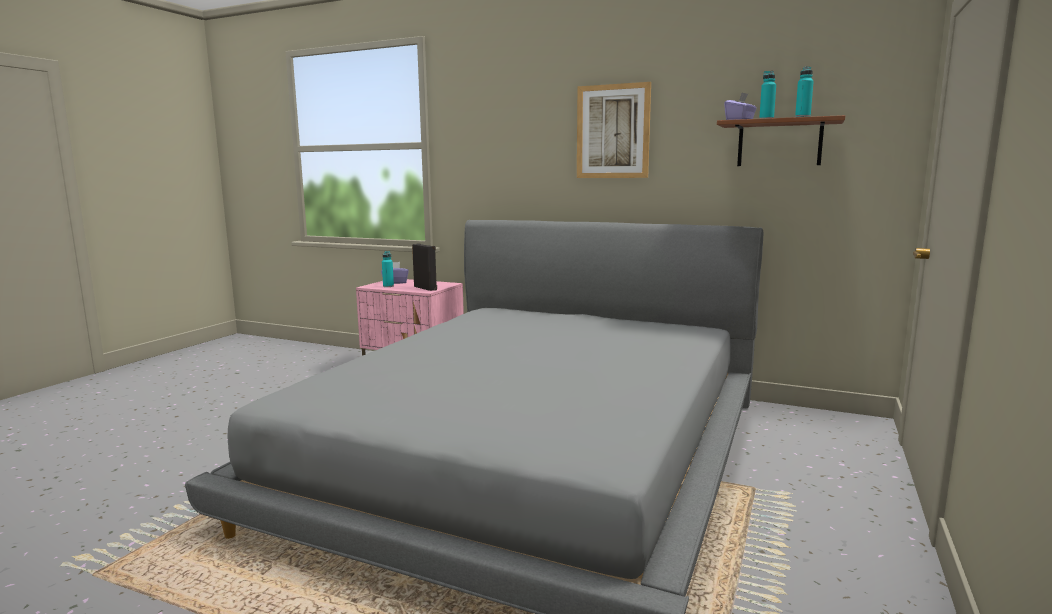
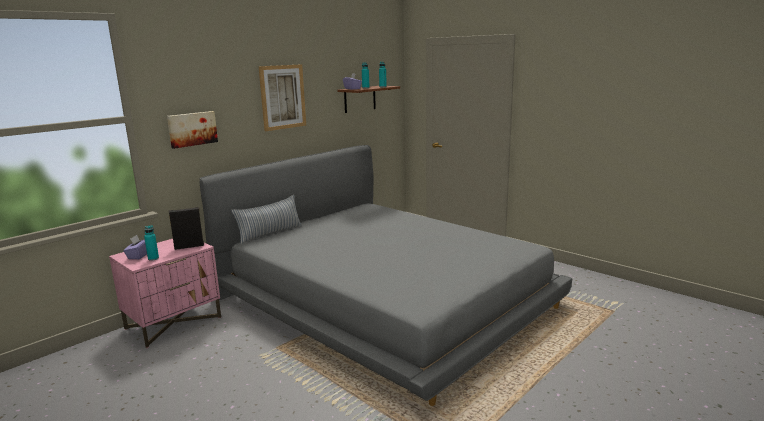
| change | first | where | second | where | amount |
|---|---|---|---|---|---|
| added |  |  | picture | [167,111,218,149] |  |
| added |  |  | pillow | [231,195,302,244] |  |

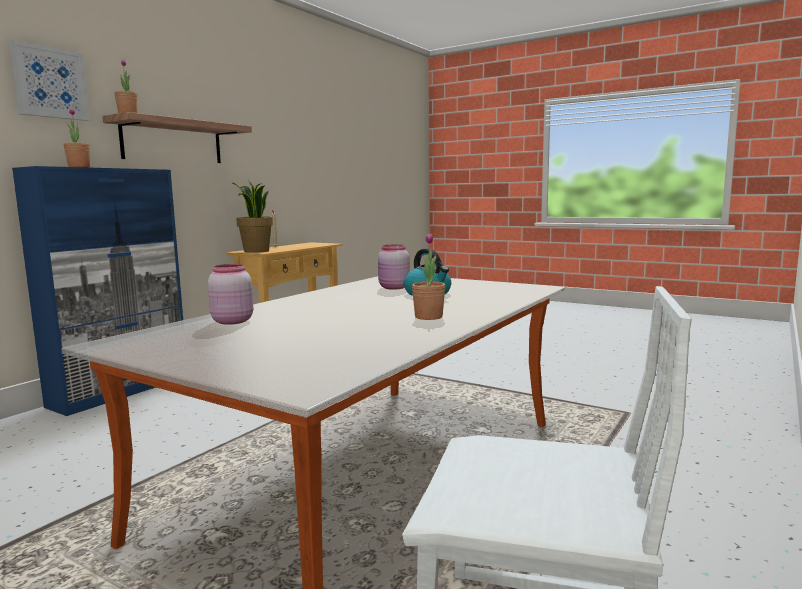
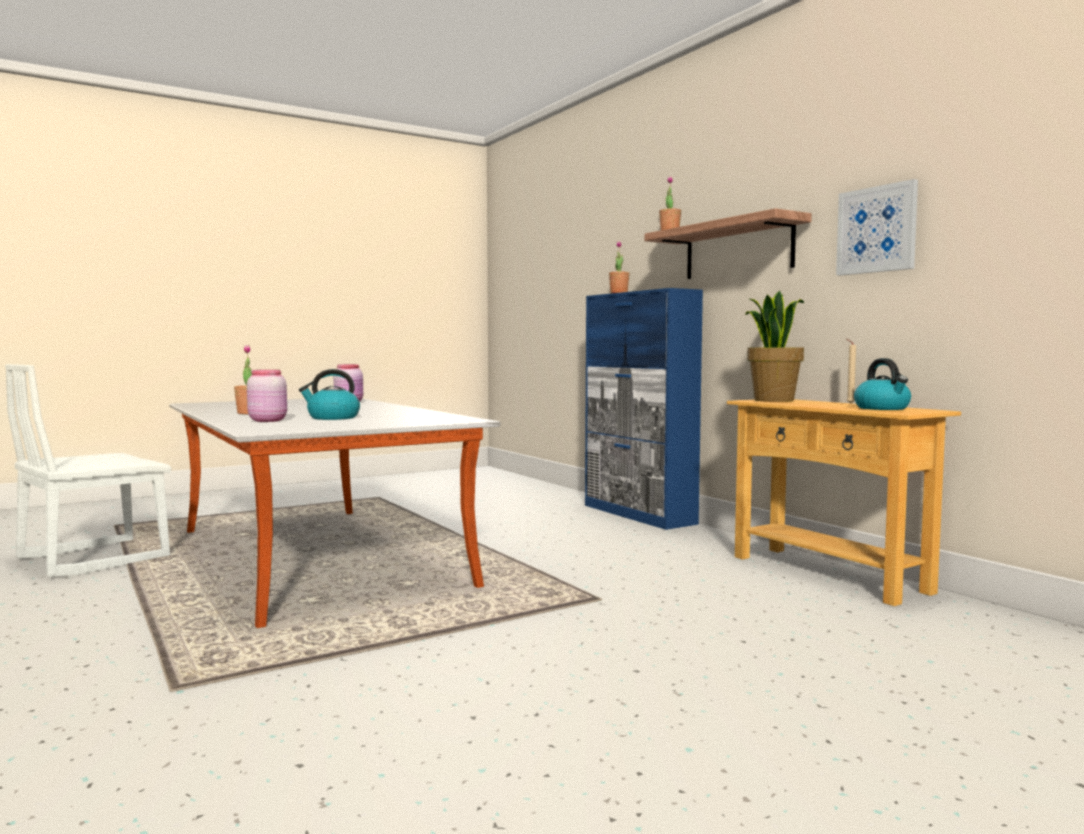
| change | first | where | second | where | amount |
|---|---|---|---|---|---|
| added |  |  | kettle | [854,358,911,410] |  |
| moved | picture | [9,40,90,121] |  | [836,179,918,276] |  |
| moved | jar/pink | [378,244,410,290] |  | [247,370,287,422] |  |

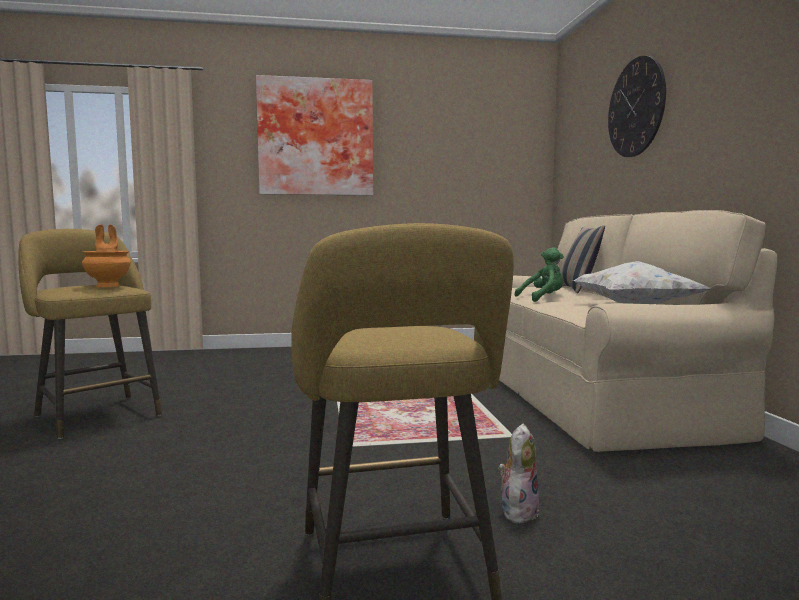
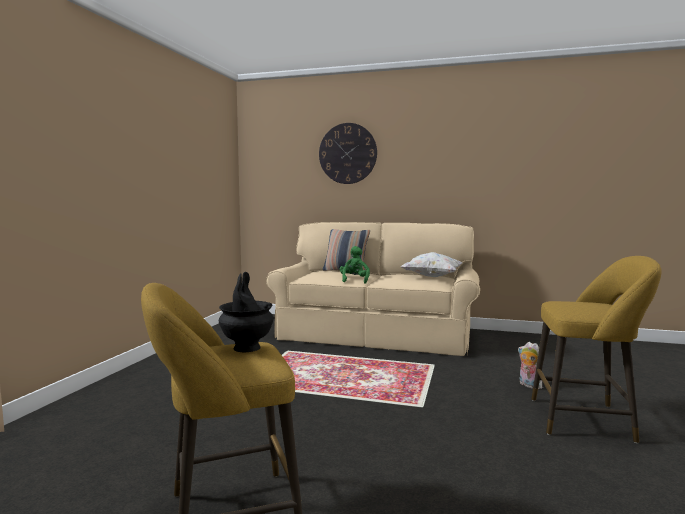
| change | first | where | second | where | amount |
|---|---|---|---|---|---|
| removed | picture | [256,75,373,195] |  |  |  |
| recoloured | vase/orange | [82,224,131,287] | vase/black | [219,272,274,352] |  |

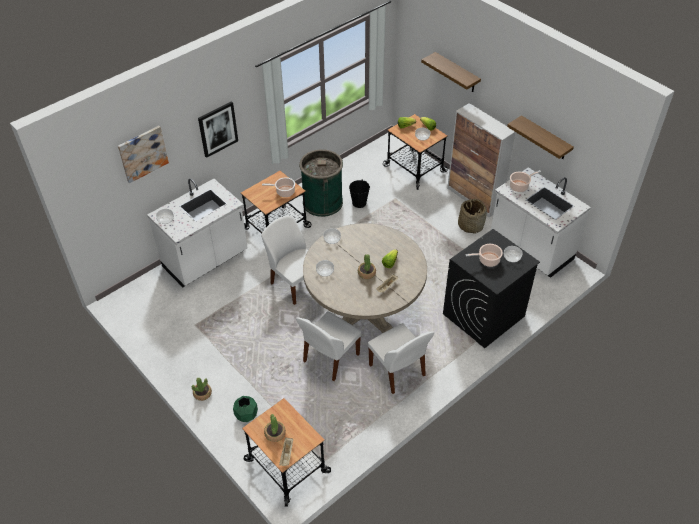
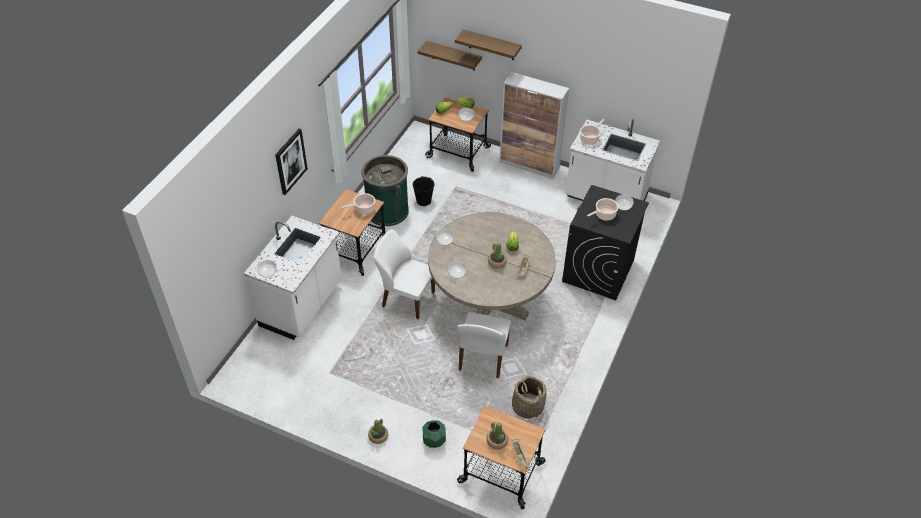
| change | first | where | second | where | amount |
|---|---|---|---|---|---|
| removed | picture | [118,126,169,183] |  |  |  |
| removed | chair/white | [368,323,434,394] |  |  |  |
| moved | basket | [458,199,487,234] |  | [512,376,547,419] |  |
| moved | shelf | [507,115,574,159] |  | [418,41,482,71] |  |

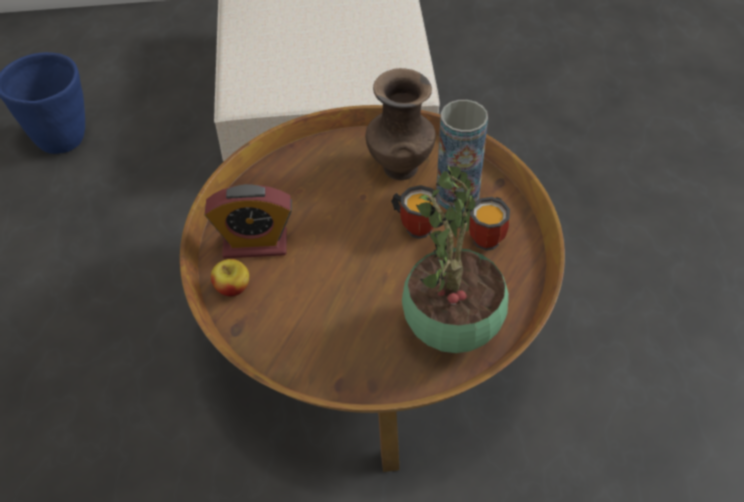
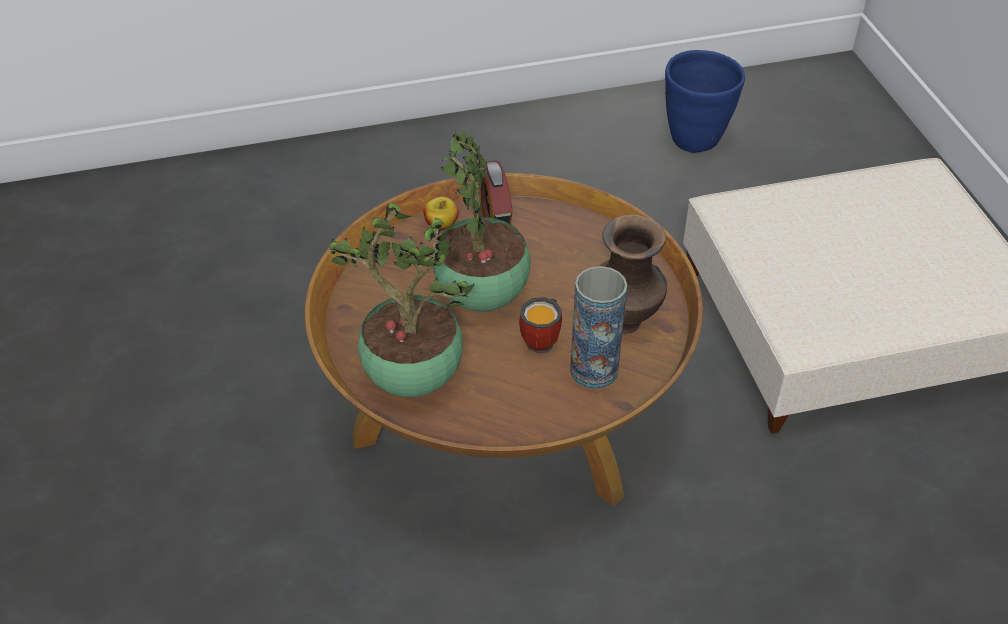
| change | first | where | second | where | amount |
|---|---|---|---|---|---|
| removed | mug | [469,197,510,251] |  |  |  |
| added |  |  | potted plant | [433,132,531,312] |  |

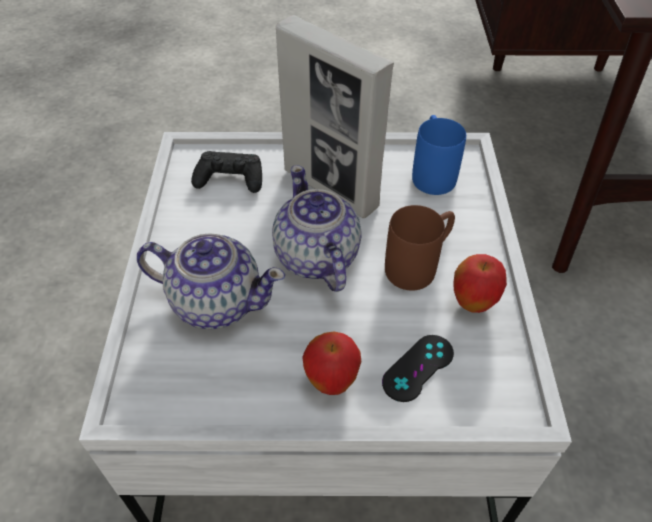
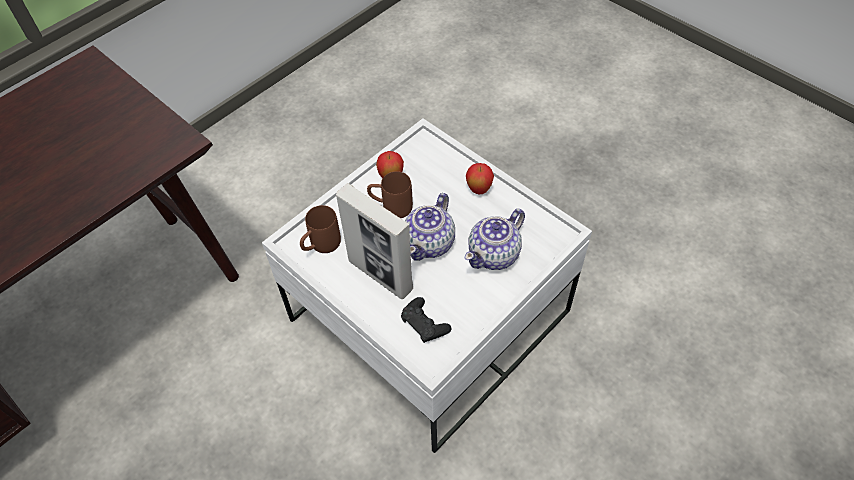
| change | first | where | second | where | amount |
|---|---|---|---|---|---|
| removed | game controller/black | [382,335,454,402] |  |  |  |
| recoloured | mug/blue | [412,115,466,195] | mug/brown | [300,205,341,253] |  |
| turned | teapot | [137,233,285,329] |  | [465,209,525,270] | 105 degrees counterclockwise |
| turned | picture frame | [276,15,394,218] |  | [336,183,413,299] | 135 degrees clockwise |

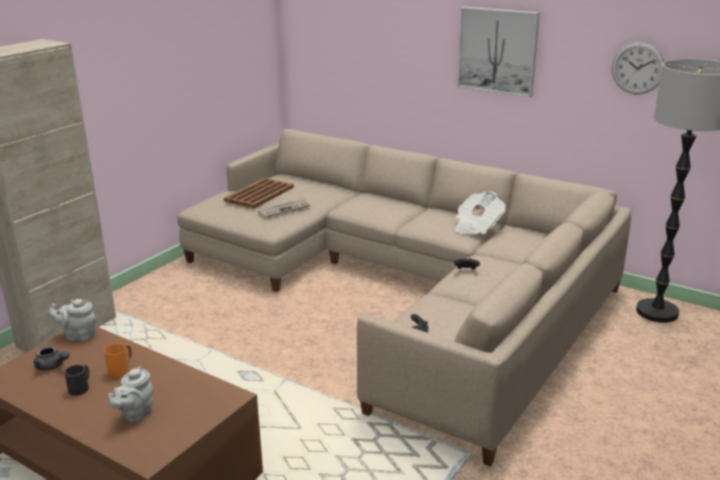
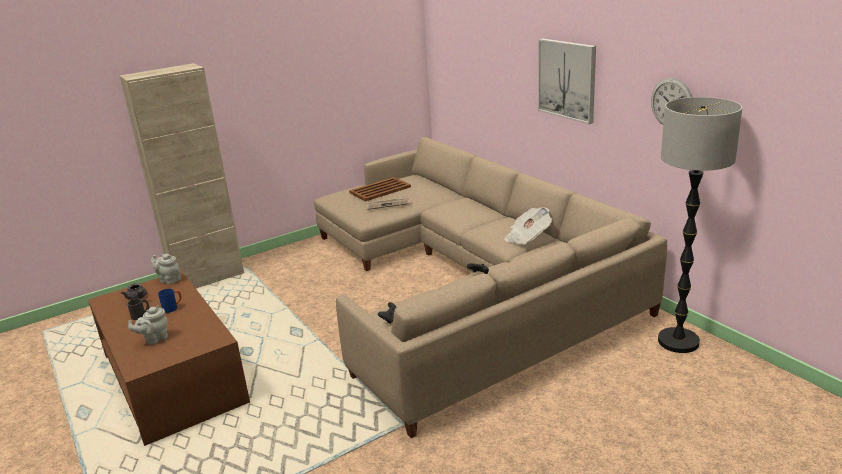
| change | first | where | second | where | amount |
|---|---|---|---|---|---|
| recoloured | mug/orange | [104,344,132,378] | mug/blue | [158,289,182,313] |  |

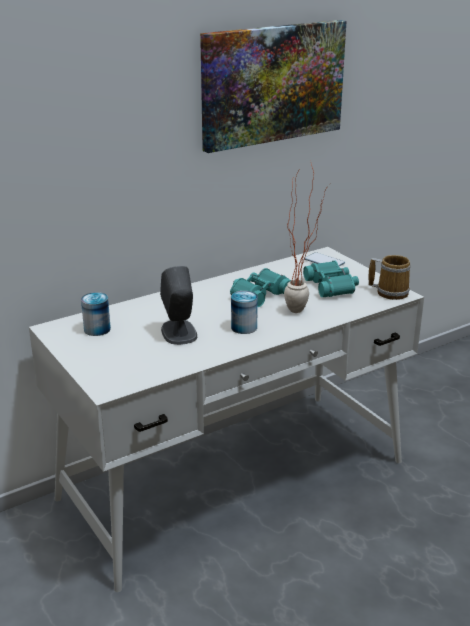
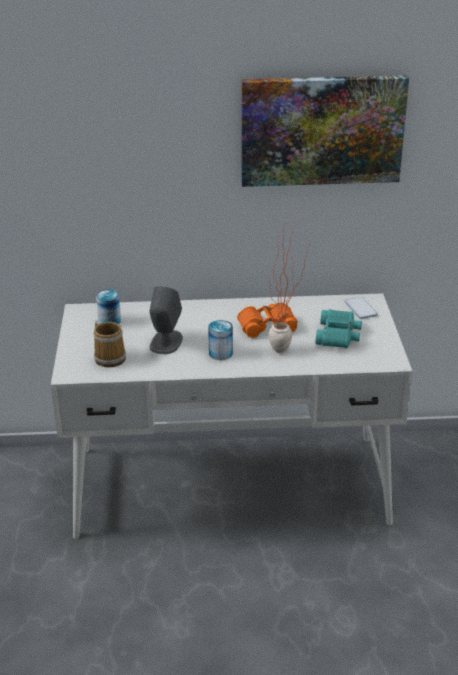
| change | first | where | second | where | amount |
|---|---|---|---|---|---|
| moved | mug | [368,255,411,300] |  | [94,320,126,368] |  |
| recoloured | binoculars/turquoise | [230,268,291,307] | binoculars/orange | [237,303,297,338] |  |

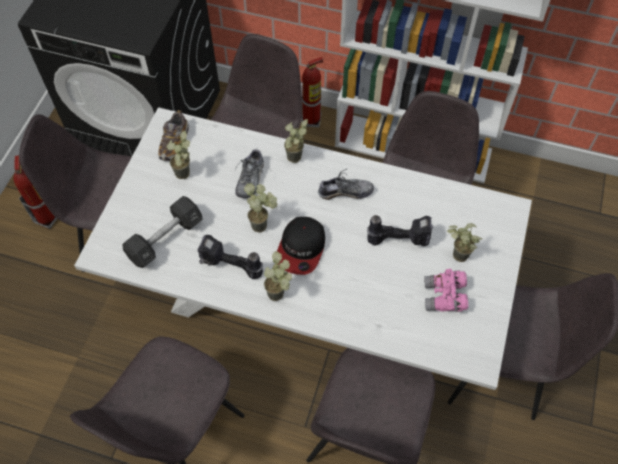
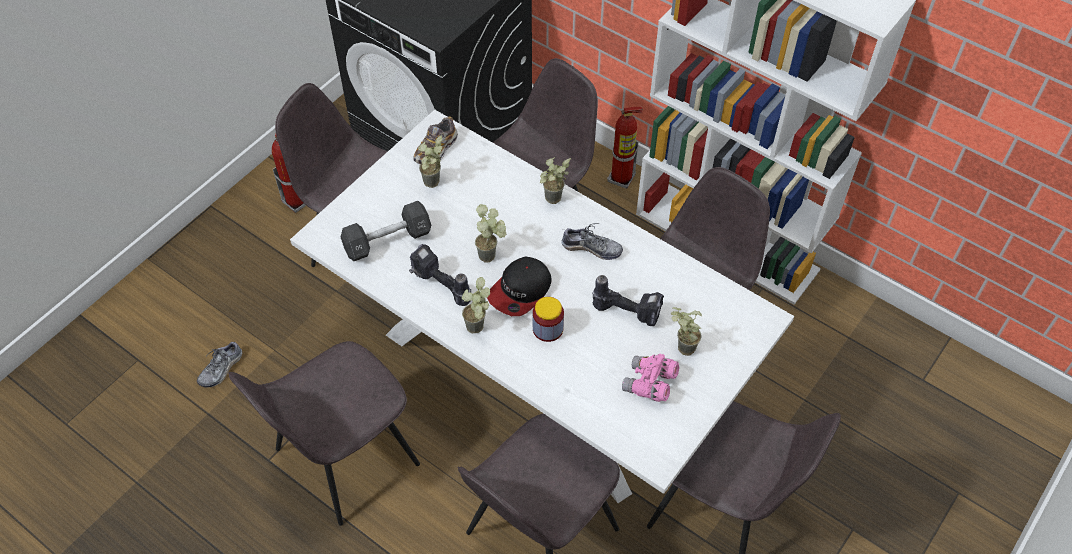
| change | first | where | second | where | amount |
|---|---|---|---|---|---|
| added |  |  | jar | [533,297,564,342] |  |
| moved | shoe | [235,149,264,198] |  | [197,342,242,388] |  |

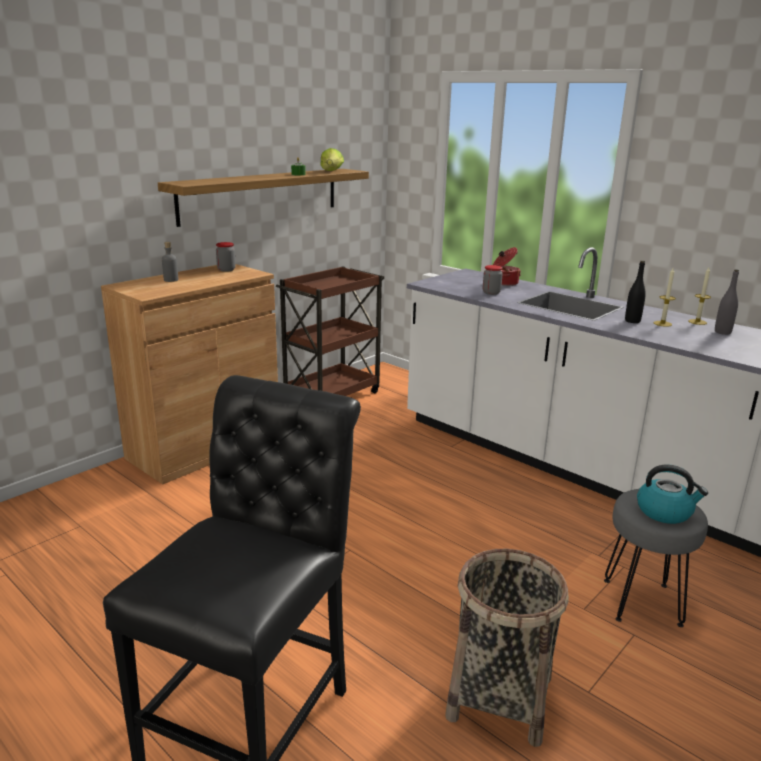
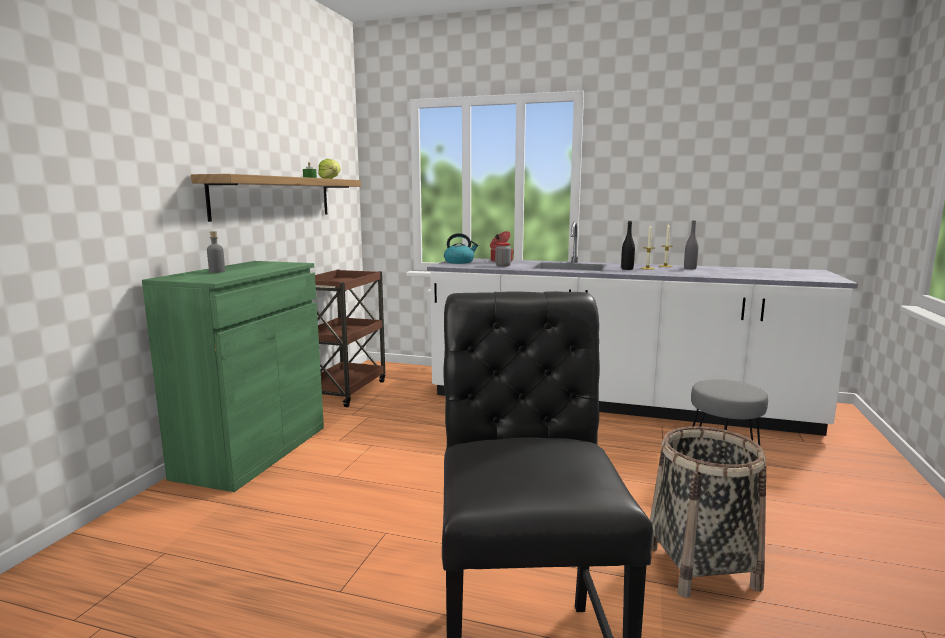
| change | first | where | second | where | amount |
|---|---|---|---|---|---|
| removed | jar | [216,242,236,272] |  |  |  |
| moved | kettle | [637,464,708,524] |  | [444,233,479,264] |  |
| recoloured | cabinet/brown | [101,264,278,484] | cabinet/green | [142,261,324,492] |  |

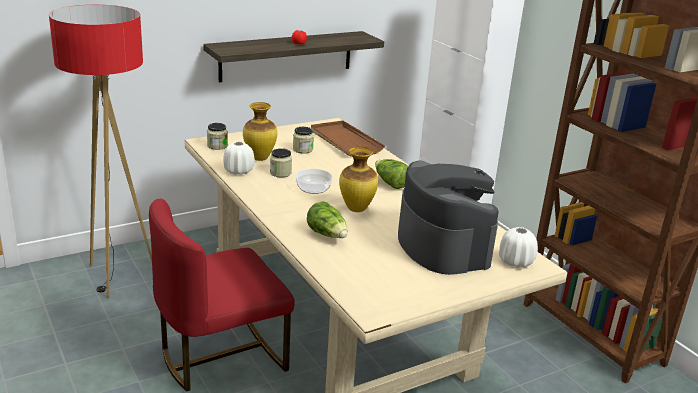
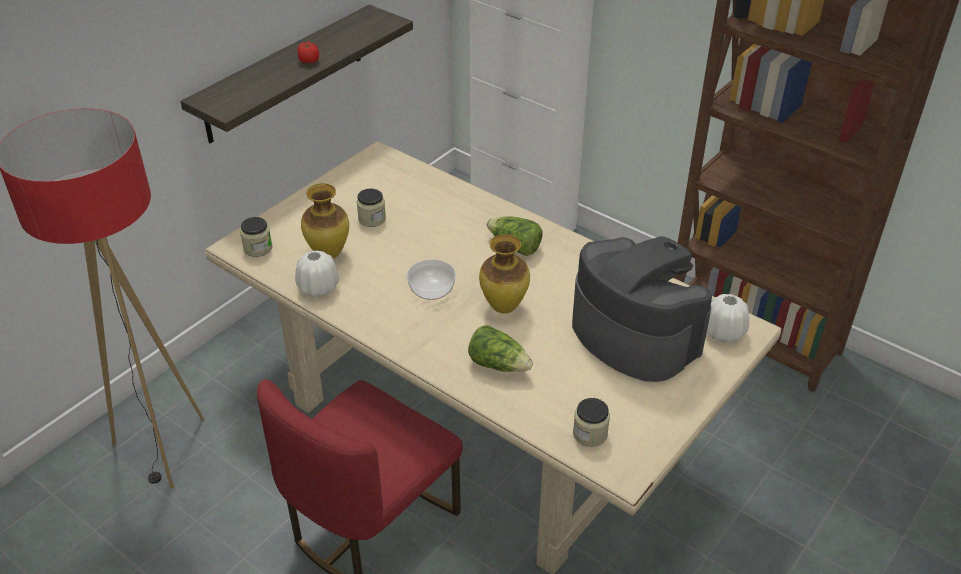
| change | first | where | second | where | amount |
|---|---|---|---|---|---|
| removed | tray/brown | [311,120,385,157] |  |  |  |
| moved | jar | [270,148,292,177] |  | [573,398,610,447] |  |

